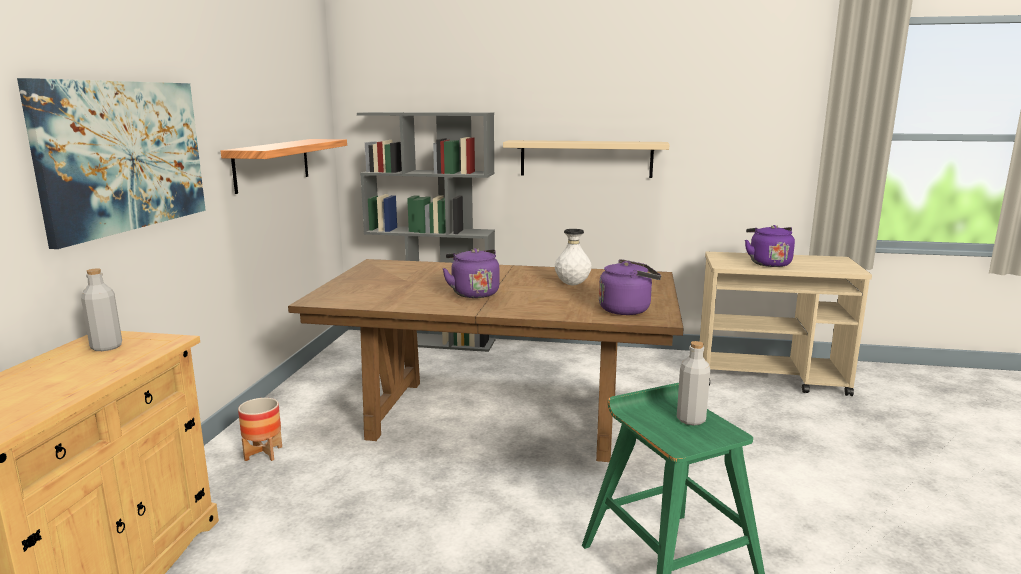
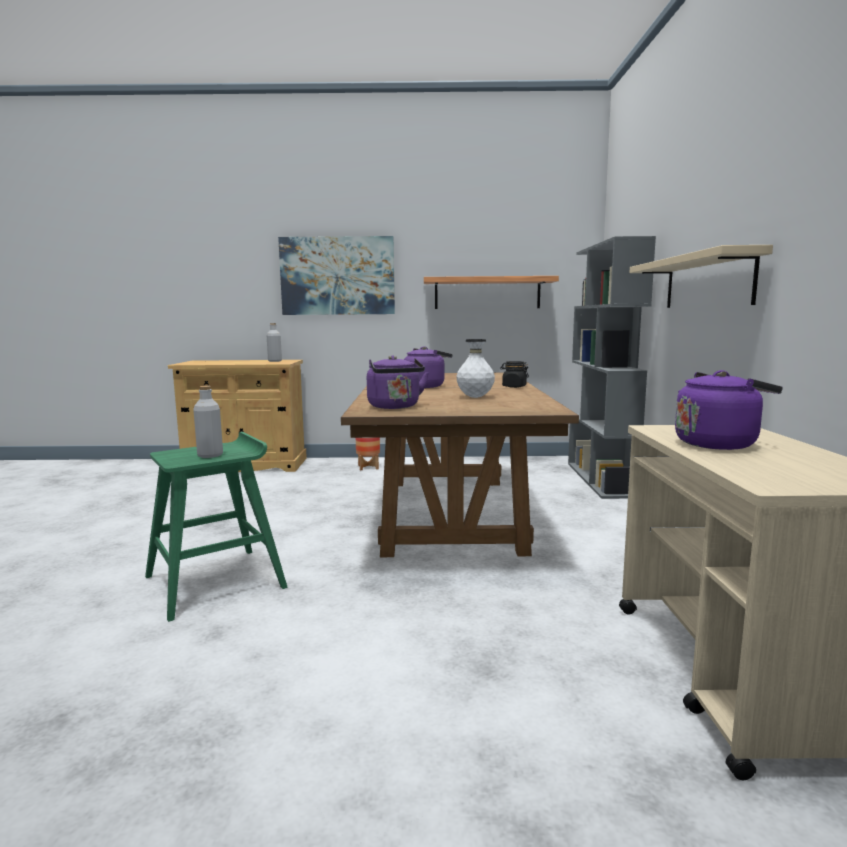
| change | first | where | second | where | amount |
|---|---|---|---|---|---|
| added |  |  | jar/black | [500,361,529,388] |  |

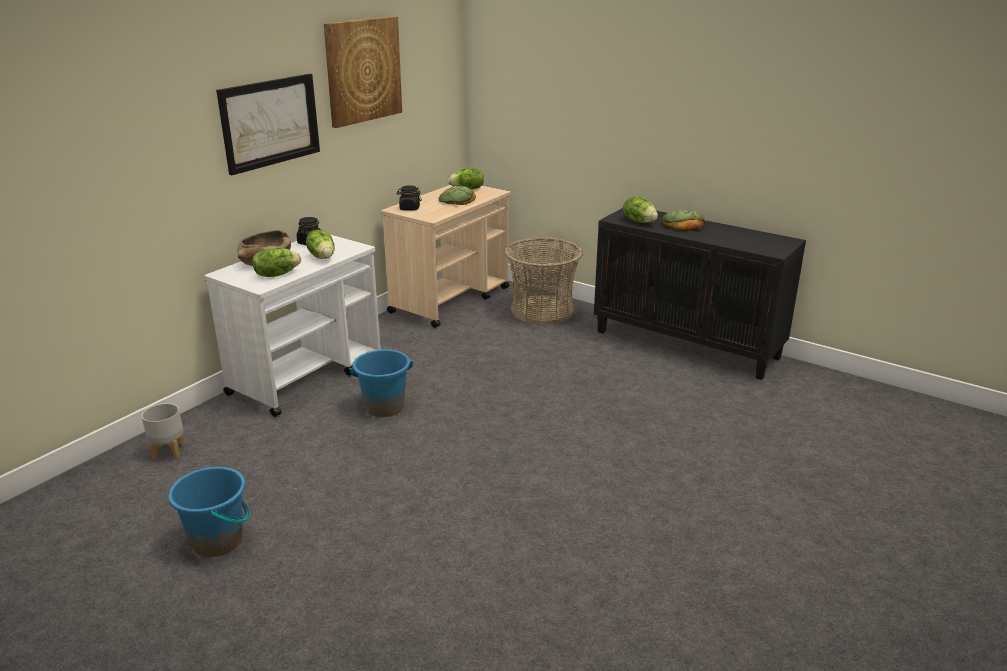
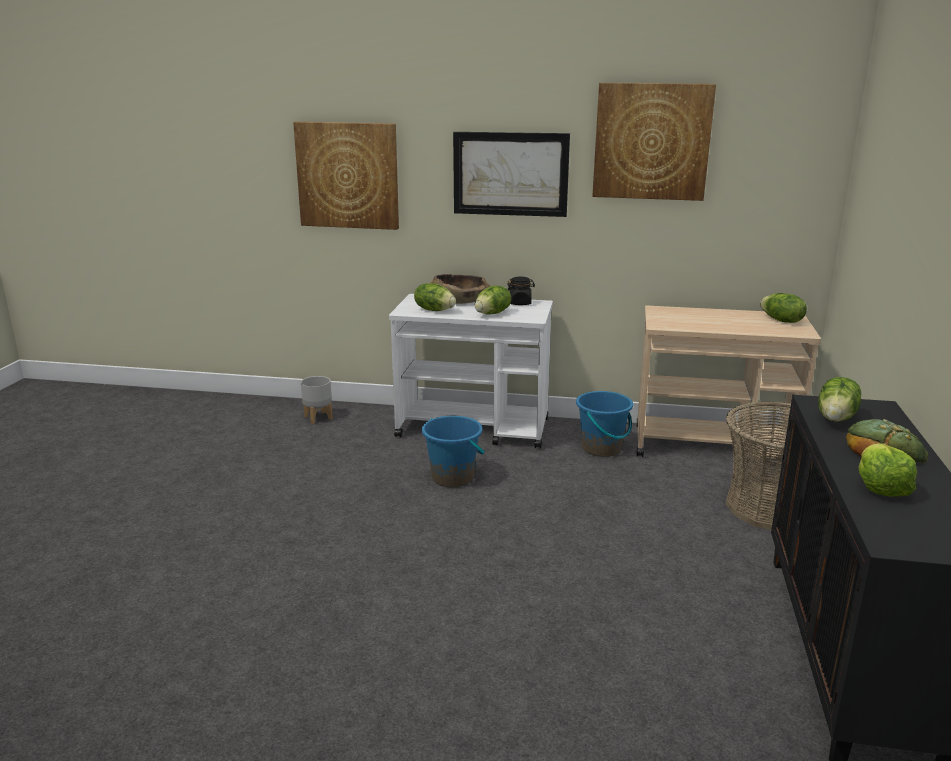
| change | first | where | second | where | amount |
|---|---|---|---|---|---|
| removed | jar/black | [397,185,422,211] |  |  |  |
| removed | bread | [438,186,476,205] |  |  |  |
| added |  |  | picture | [293,122,399,230] |  |
| added |  |  | lettuce | [858,443,917,497] |  |
| moved | bucket/blue | [168,467,249,557] |  | [576,391,633,457] |  |

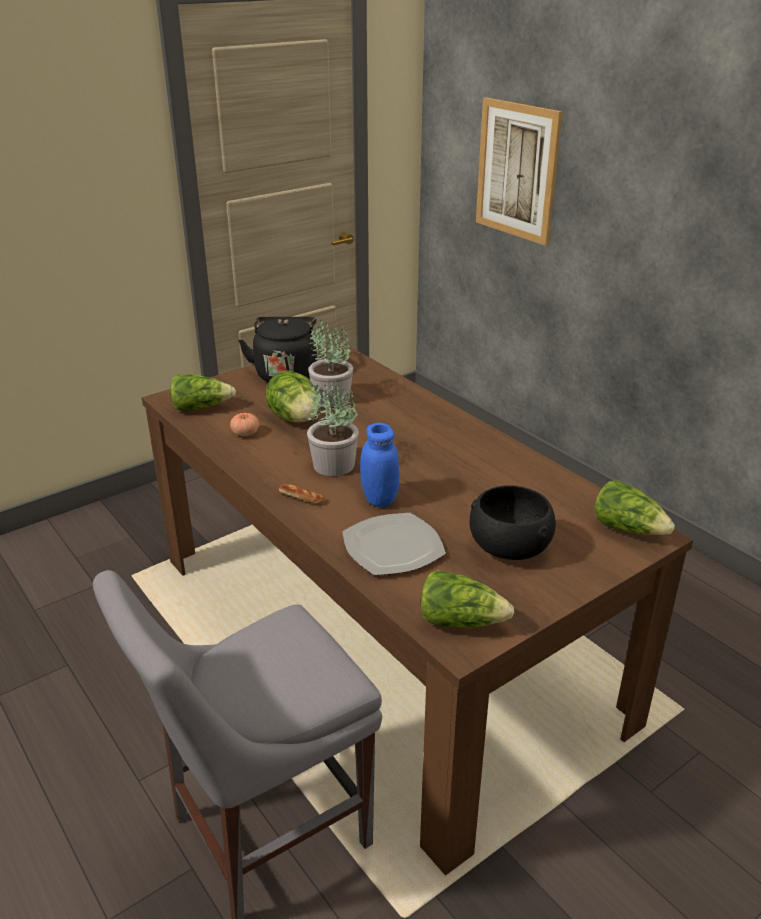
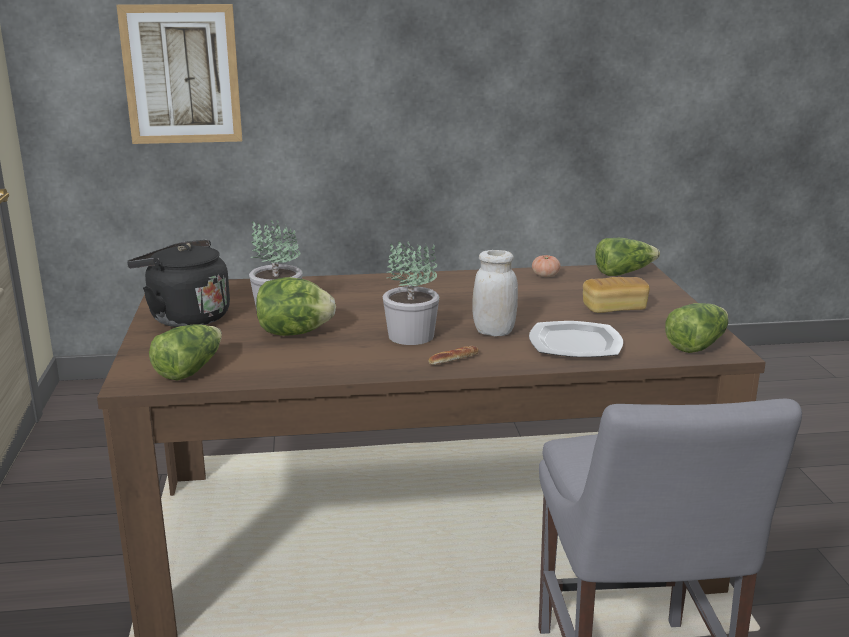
| change | first | where | second | where | amount |
|---|---|---|---|---|---|
| moved | tomato | [230,413,259,436] |  | [532,255,561,277] |  |
| replaced | bowl/black | [469,485,556,560] | bread | [583,277,650,313] |  |
| recoloured | jar/blue | [360,423,399,507] | jar/white | [473,250,518,336] |  |

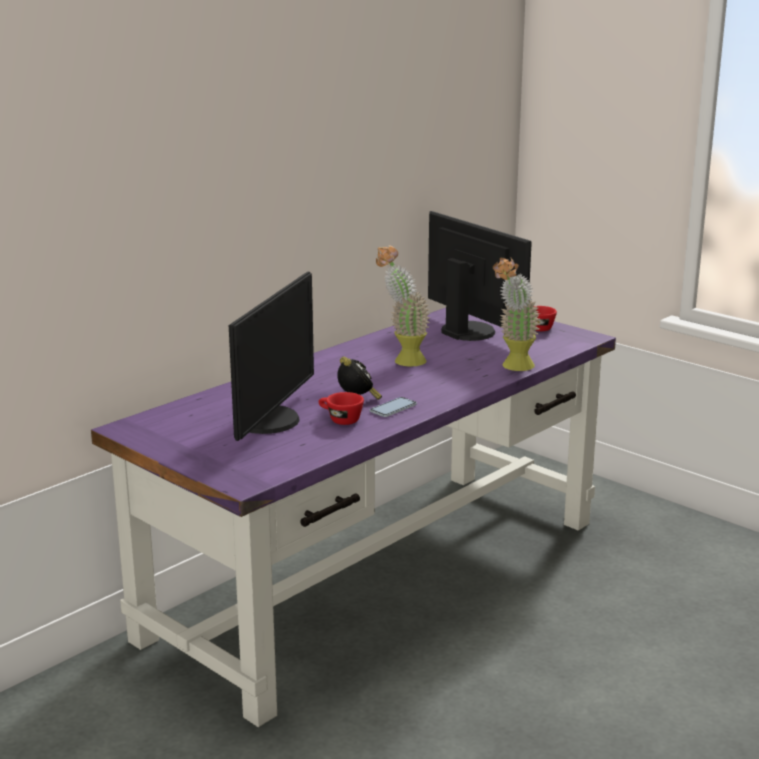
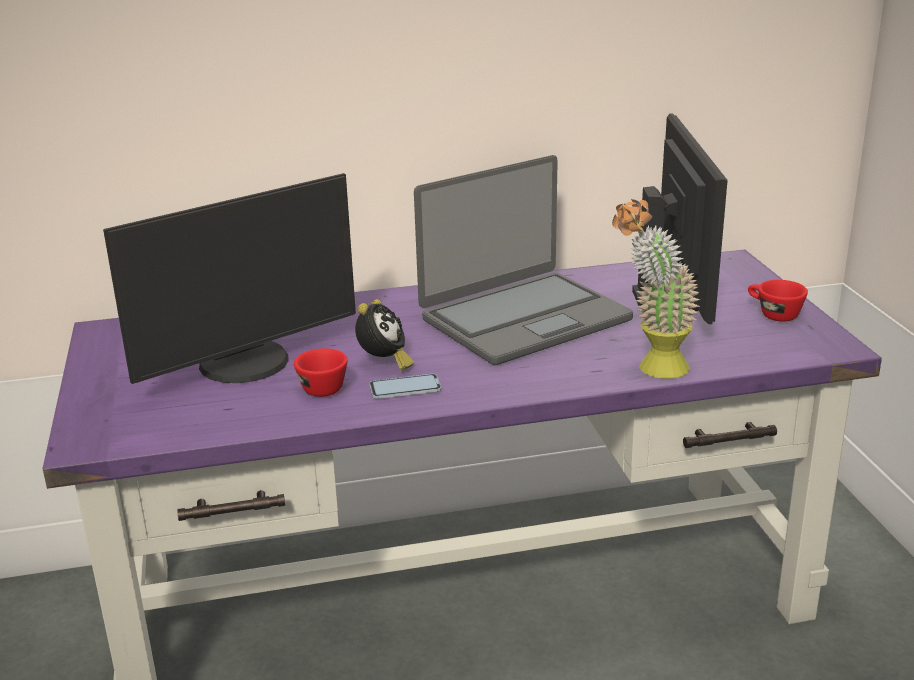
| change | first | where | second | where | amount |
|---|---|---|---|---|---|
| replaced | potted plant | [376,245,430,366] | laptop | [414,155,633,365] |  |

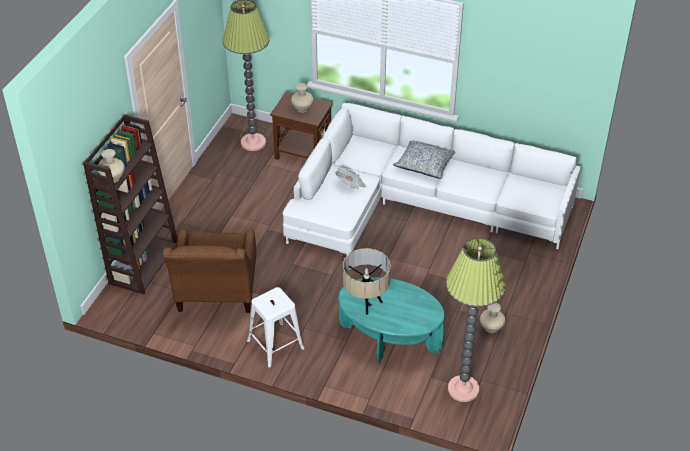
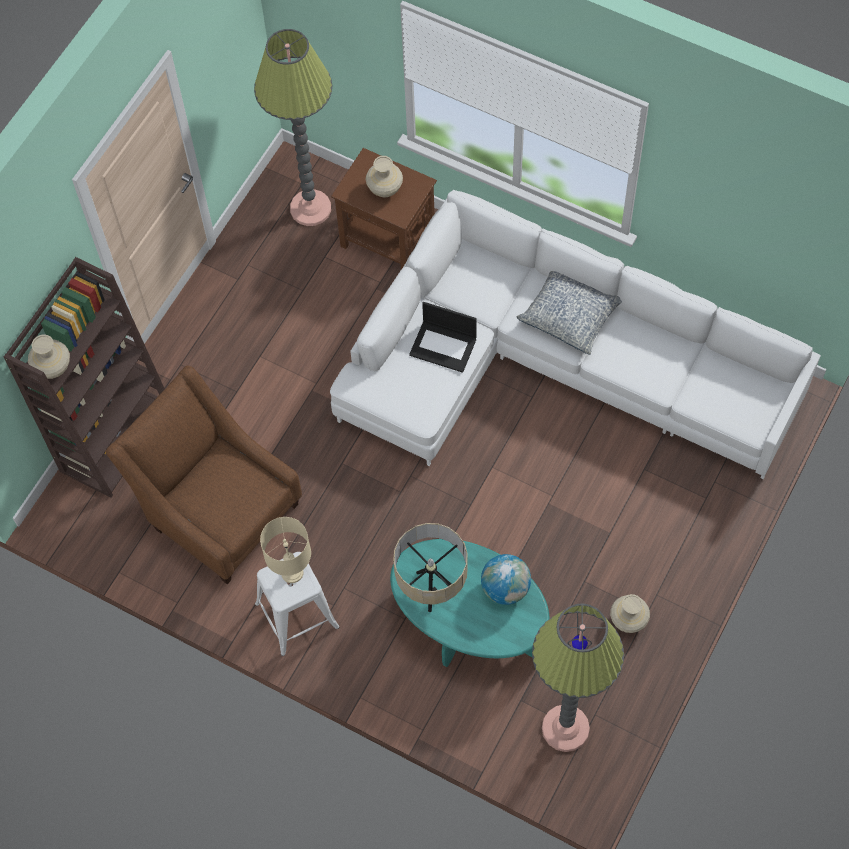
| change | first | where | second | where | amount |
|---|---|---|---|---|---|
| added |  |  | table lamp/beige | [260,517,311,583] |  |
| added |  |  | globe | [481,554,531,605] |  |
| replaced | newspaper | [335,167,366,189] | laptop | [409,302,477,373] |  |
| turned | armchair/brown | [162,229,256,313] |  | [106,366,302,584] | 120 degrees clockwise |

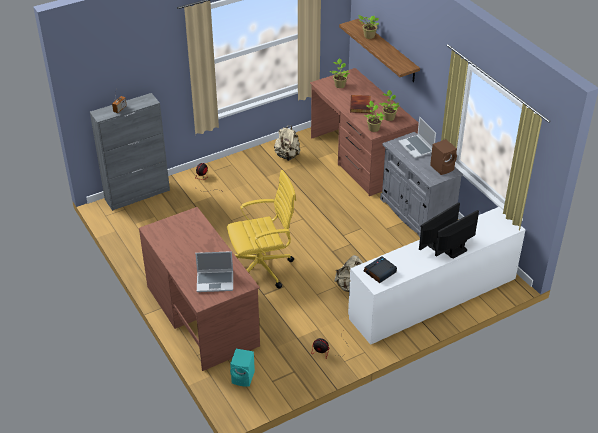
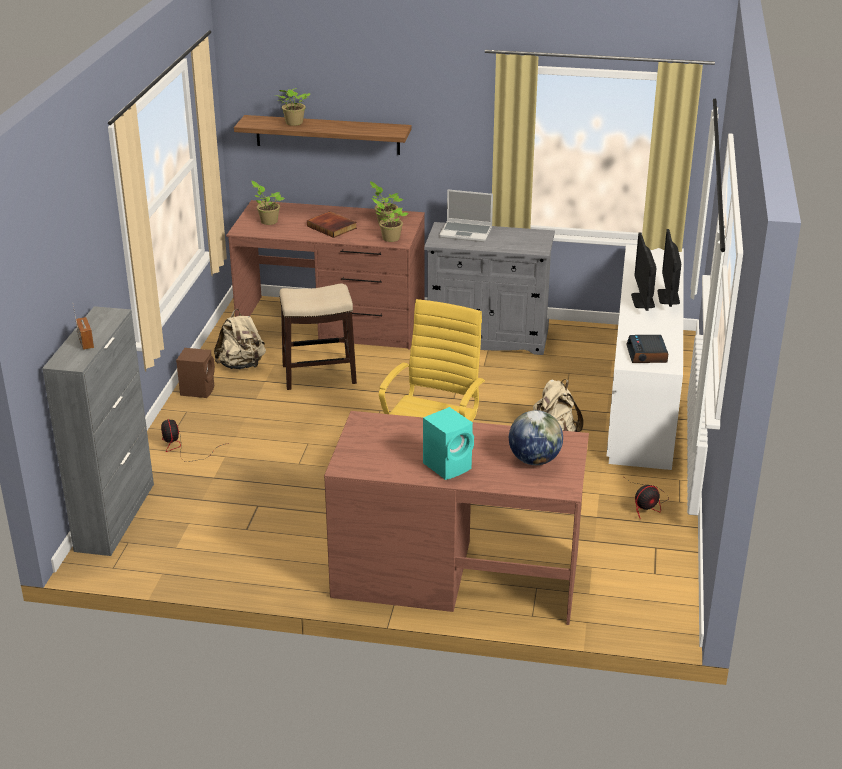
| change | first | where | second | where | amount |
|---|---|---|---|---|---|
| added |  |  | stool | [280,284,357,390] |  |
| moved | speaker/turquoise | [230,349,255,387] |  | [423,407,474,480] |  |
| moved | speaker/brown | [430,139,457,175] |  | [176,348,215,398] |  |
| replaced | laptop | [195,251,233,292] | globe | [509,410,563,465] |  |

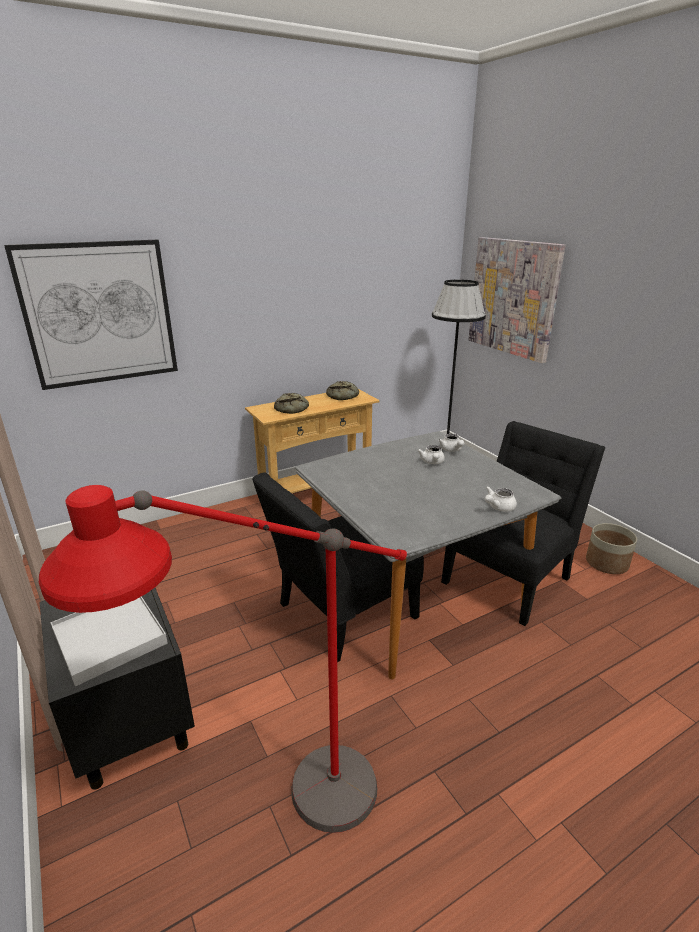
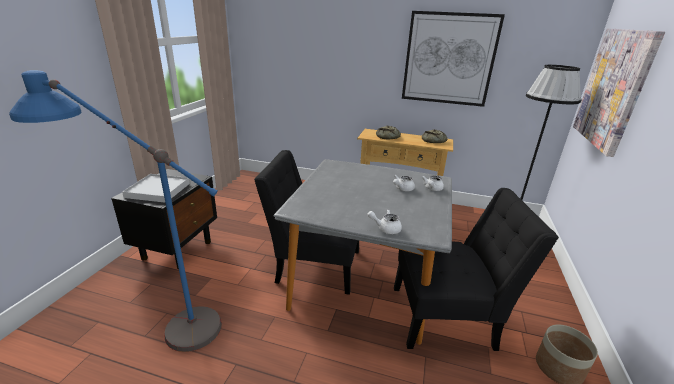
| change | first | where | second | where | amount |
|---|---|---|---|---|---|
| moved | picture | [4,240,178,390] |  | [402,11,505,107] |  |
| recoloured | floor lamp/red | [39,485,407,833] | floor lamp/blue | [9,70,222,352] |  |

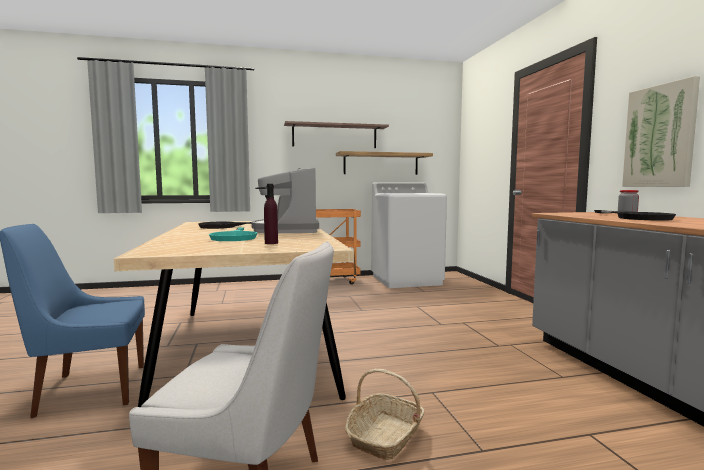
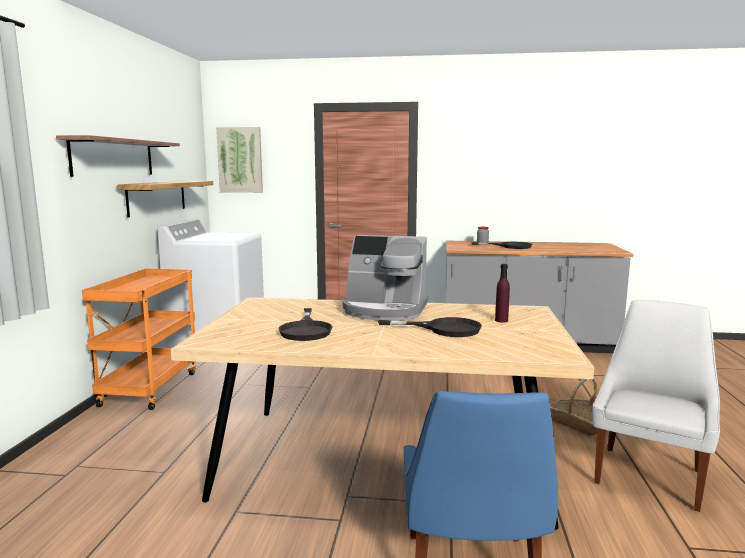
| change | first | where | second | where | amount |
|---|---|---|---|---|---|
| moved | picture | [622,76,700,187] |  | [216,127,263,193] |  |
| recoloured | frying pan/turquoise | [209,227,257,241] | frying pan/black | [378,317,482,337] |  |

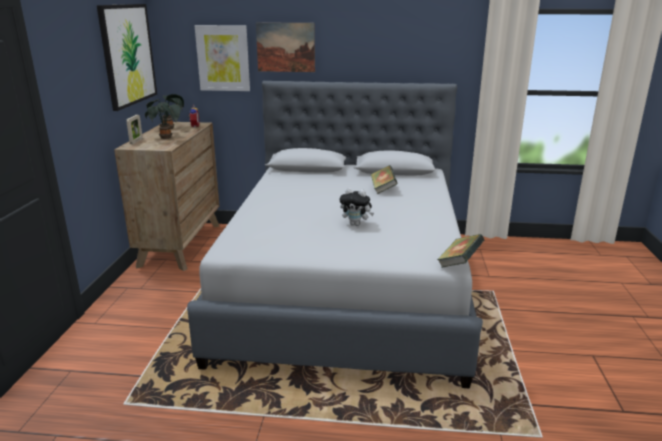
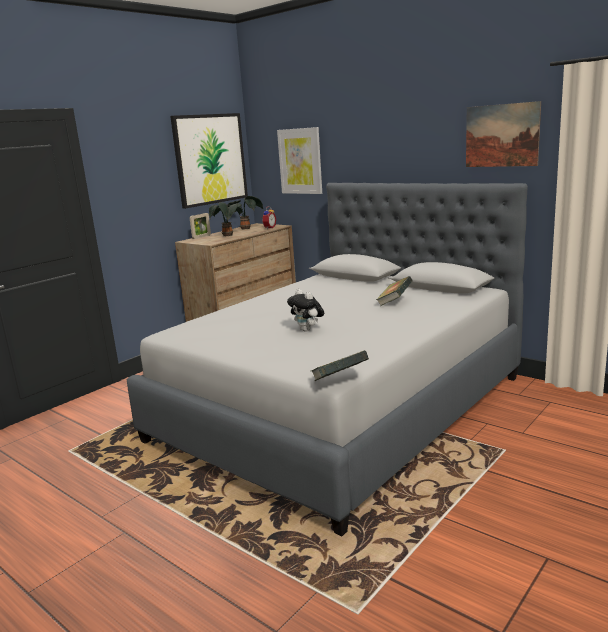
| change | first | where | second | where | amount |
|---|---|---|---|---|---|
| moved | picture | [256,23,315,72] |  | [466,101,541,167] |  |

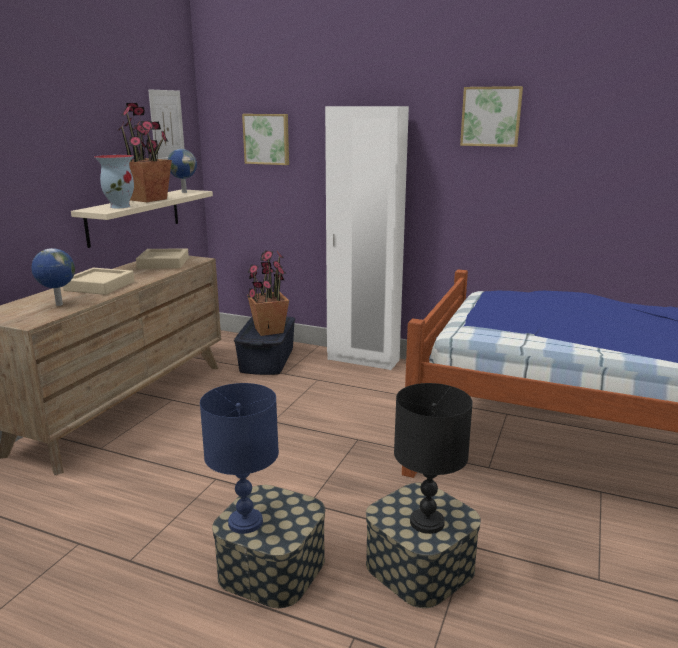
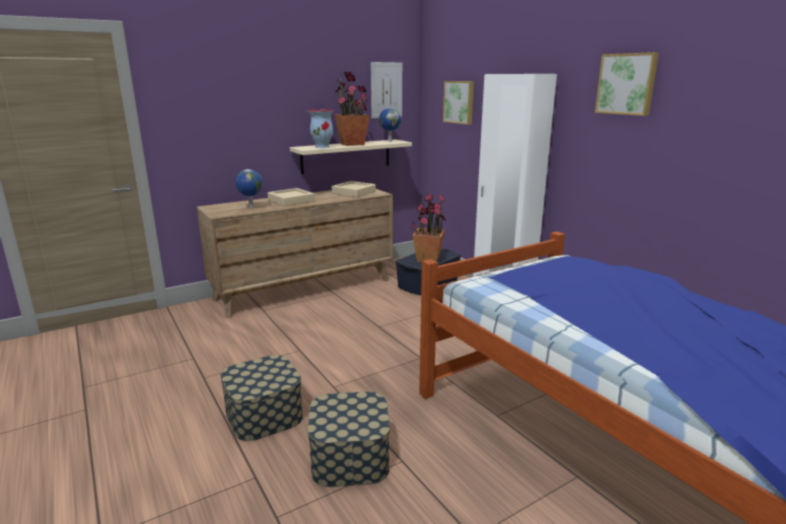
| change | first | where | second | where | amount |
|---|---|---|---|---|---|
| removed | table lamp/blue | [200,383,279,534] |  |  |  |
| removed | table lamp/black | [394,383,473,534] |  |  |  |

